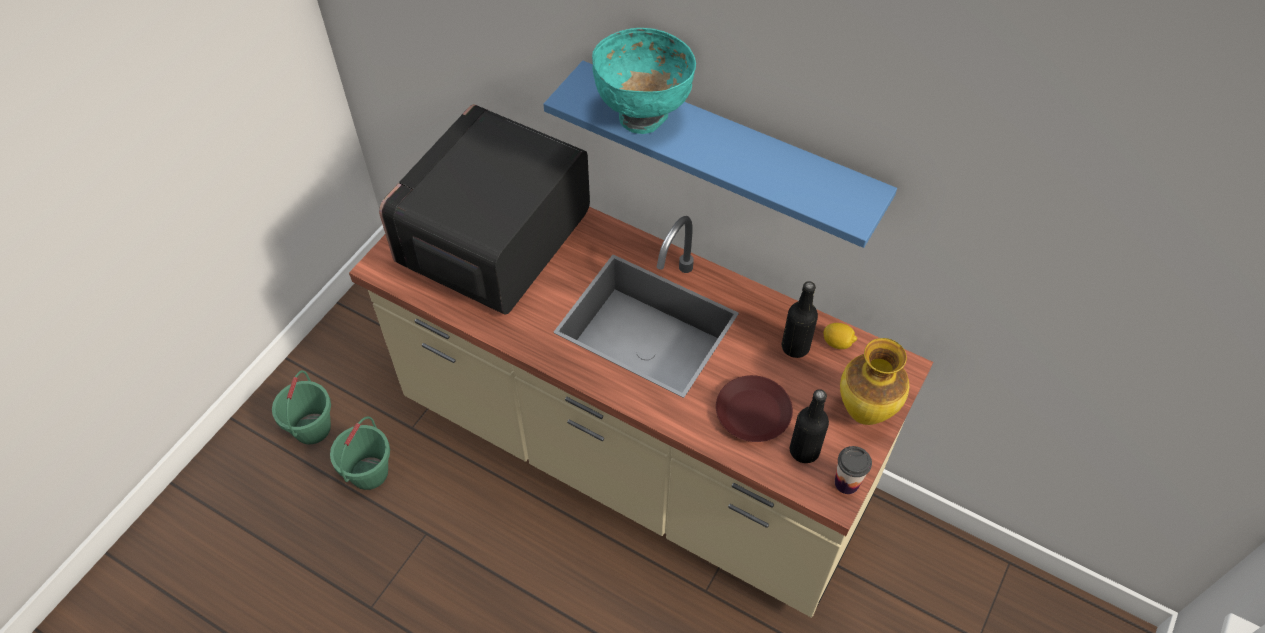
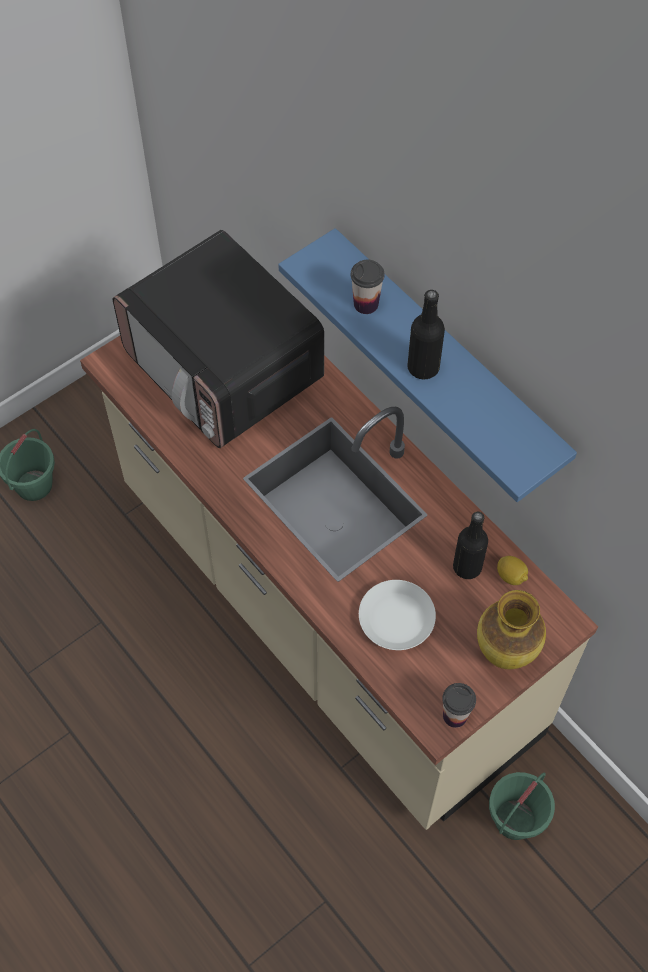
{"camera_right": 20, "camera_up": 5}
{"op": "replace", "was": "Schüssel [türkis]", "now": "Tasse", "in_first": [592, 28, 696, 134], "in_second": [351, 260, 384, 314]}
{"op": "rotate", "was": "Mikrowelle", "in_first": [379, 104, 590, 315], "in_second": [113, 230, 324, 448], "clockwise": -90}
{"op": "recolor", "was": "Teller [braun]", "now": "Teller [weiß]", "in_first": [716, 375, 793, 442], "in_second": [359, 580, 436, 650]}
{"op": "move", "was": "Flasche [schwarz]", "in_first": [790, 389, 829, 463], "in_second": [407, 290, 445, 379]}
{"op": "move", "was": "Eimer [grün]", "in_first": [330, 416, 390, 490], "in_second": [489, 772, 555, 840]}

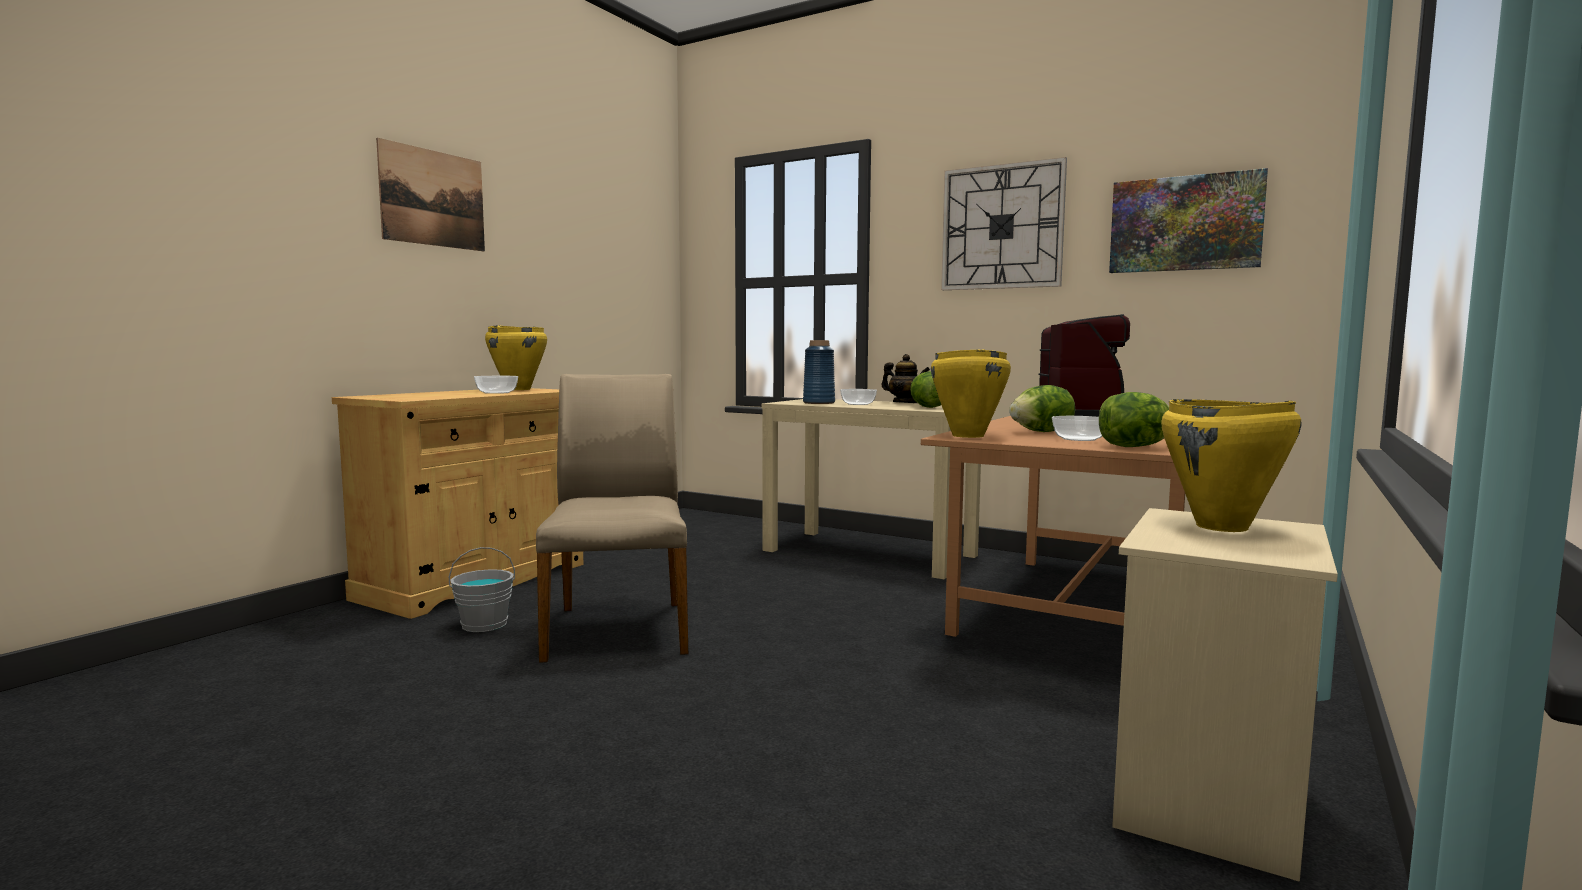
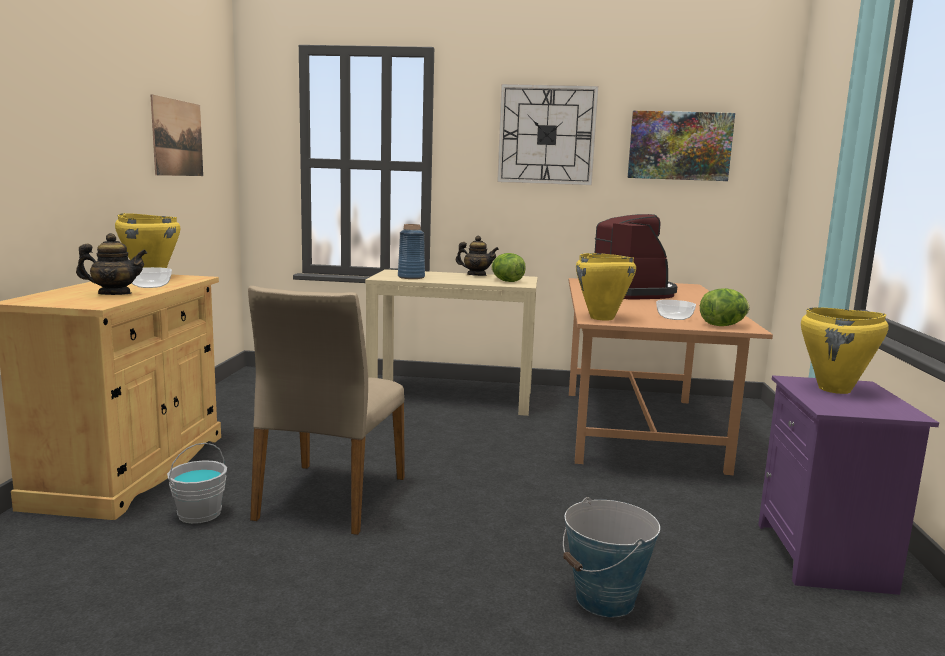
{"camera_right": -25, "camera_up": 5}
{"op": "move", "was": "Bild", "in_first": [376, 138, 485, 251], "in_second": [150, 94, 203, 176]}
{"op": "rotate", "was": "Stuhl [beige]", "in_first": [536, 374, 688, 663], "in_second": [248, 286, 405, 535], "clockwise": -135}
{"op": "delete", "was": "Salatkopf", "in_first": [1009, 385, 1075, 432]}
{"op": "delete", "was": "Schüssel", "in_first": [840, 389, 877, 405]}
{"op": "recolor", "was": "Nachttisch [beige]", "now": "Nachttisch [lila]", "in_first": [1112, 508, 1338, 882], "in_second": [758, 375, 939, 595]}
{"op": "insert", "now": "Teekanne", "in_second": [76, 233, 147, 295]}
{"op": "insert", "now": "Eimer", "in_second": [563, 497, 660, 617]}

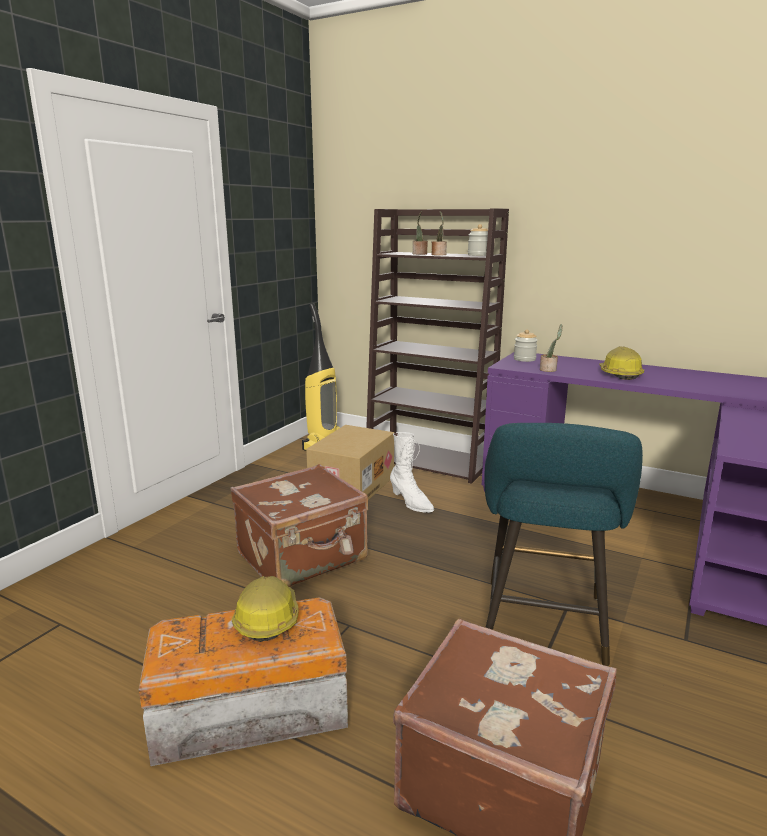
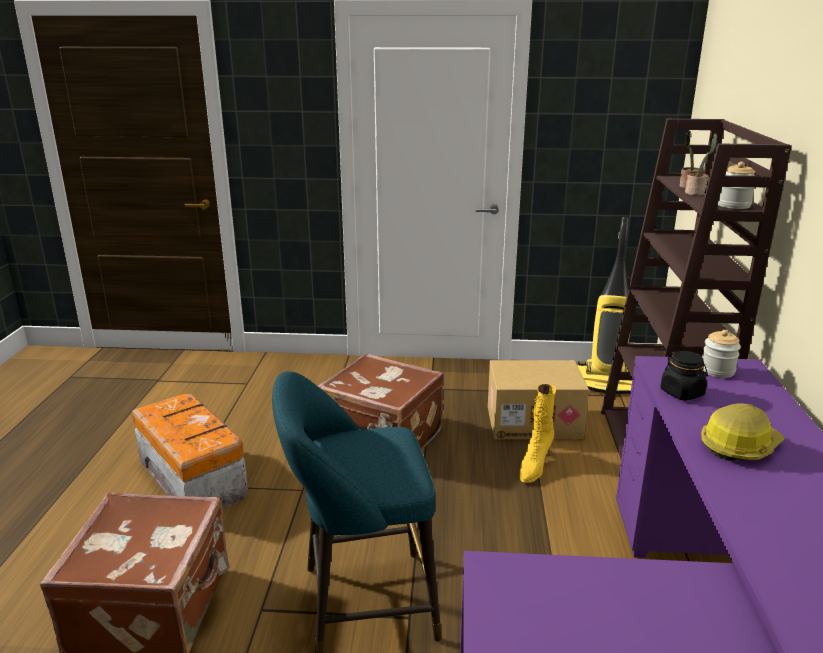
{"camera_right": 65, "camera_up": 5}
{"op": "replace", "was": "Topfpflanze", "now": "Vorratsglas [schwarz]", "in_first": [540, 324, 563, 372], "in_second": [660, 350, 708, 401]}
{"op": "recolor", "was": "Stiefel [weiß]", "now": "Stiefel [gelb]", "in_first": [390, 432, 434, 513], "in_second": [520, 384, 556, 483]}
{"op": "delete", "was": "Schutzhelm", "in_first": [232, 576, 298, 642]}

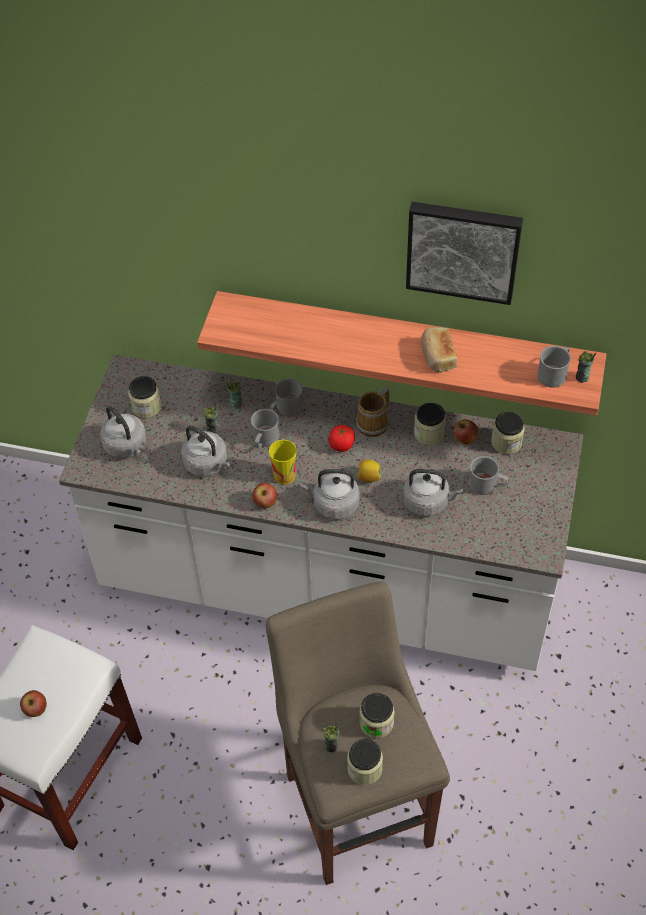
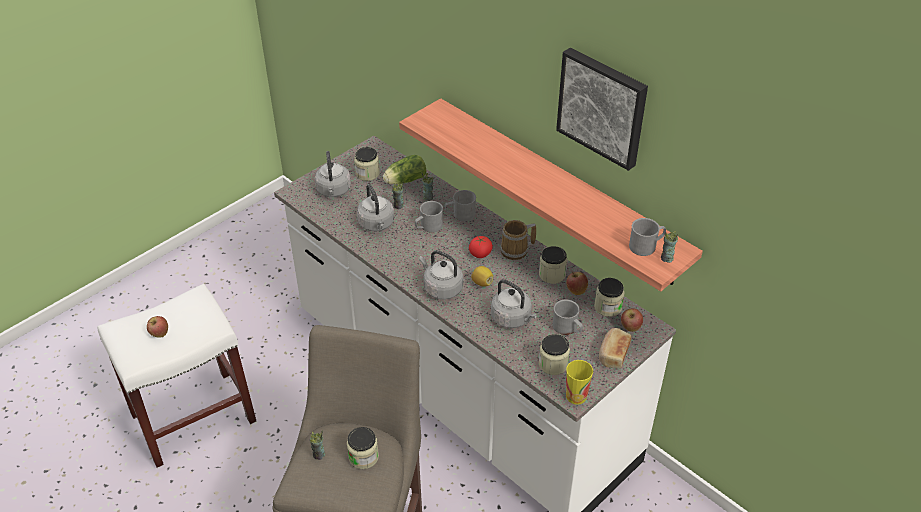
{"camera_right": 30, "camera_up": -10}
{"op": "move", "was": "Brot", "in_first": [421, 327, 457, 373], "in_second": [599, 328, 632, 368]}
{"op": "move", "was": "Tasse", "in_first": [269, 440, 297, 485], "in_second": [566, 360, 593, 405]}
{"op": "move", "was": "Apfel", "in_first": [252, 483, 277, 508], "in_second": [621, 308, 643, 332]}
{"op": "move", "was": "Vorratsglas", "in_first": [347, 739, 383, 785], "in_second": [539, 334, 570, 375]}
{"op": "insert", "now": "Salatkopf", "in_second": [383, 155, 426, 184]}

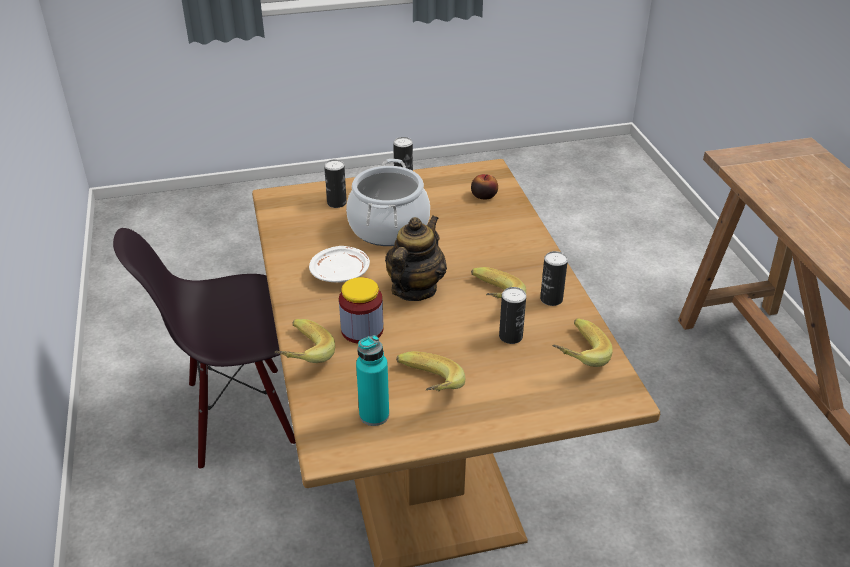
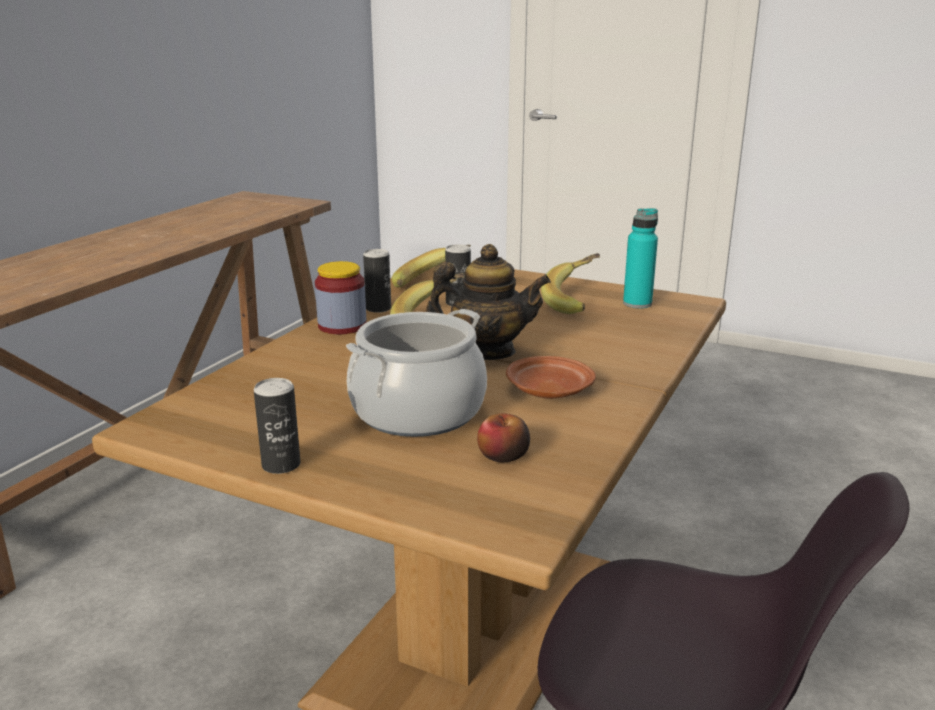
{"camera_right": -140, "camera_up": -15}
{"op": "delete", "was": "Dose", "in_first": [324, 159, 347, 208]}
{"op": "move", "was": "Apfel", "in_first": [471, 174, 498, 200], "in_second": [477, 413, 530, 462]}
{"op": "rotate", "was": "Teekanne", "in_first": [385, 215, 447, 301], "in_second": [426, 244, 551, 360], "clockwise": -150}
{"op": "recolor", "was": "Teller [weiß]", "now": "Teller [braun]", "in_first": [309, 246, 370, 283], "in_second": [506, 356, 596, 399]}
{"op": "move", "was": "Vorratsglas", "in_first": [339, 277, 384, 344], "in_second": [315, 261, 366, 334]}
{"op": "delete", "was": "Banane", "in_first": [274, 319, 335, 363]}

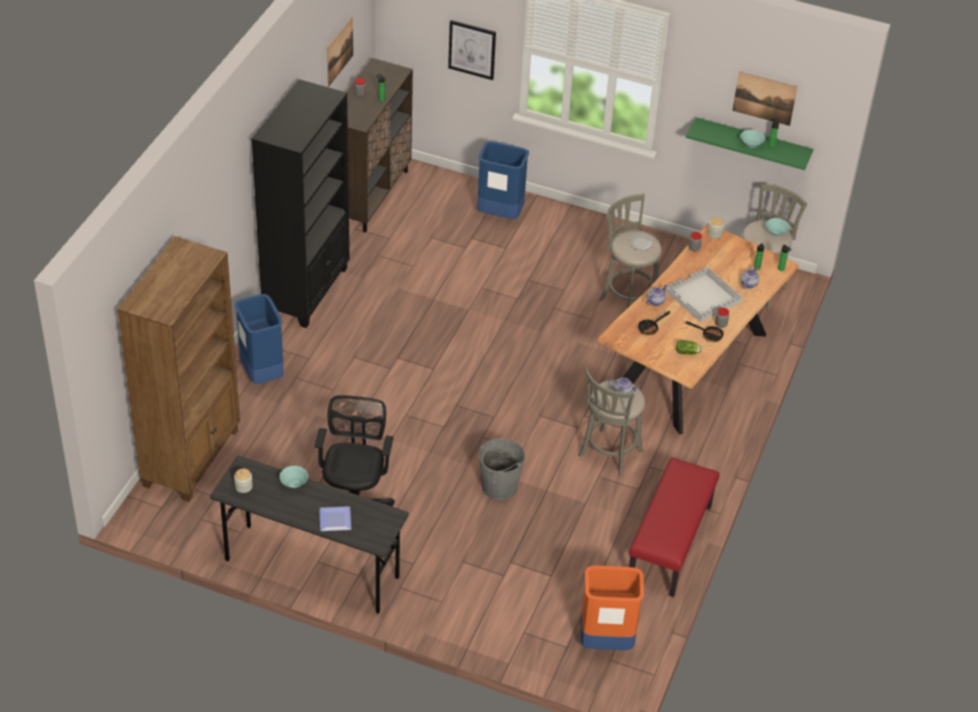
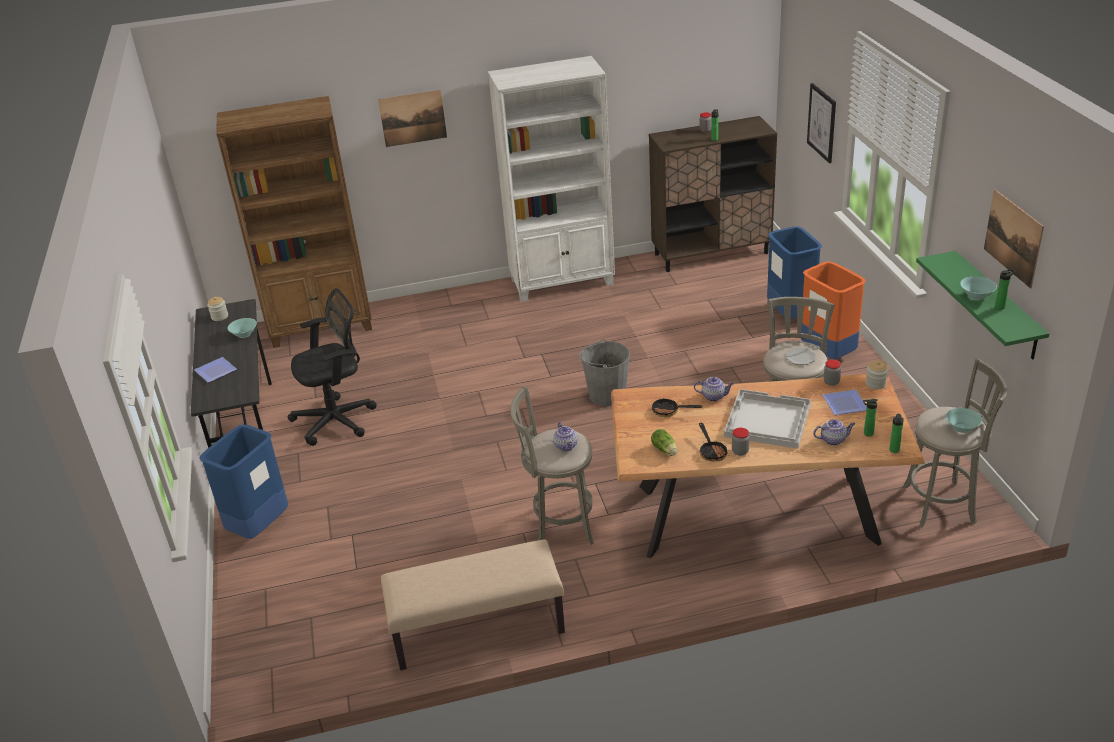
{"camera_right": 60, "camera_up": -10}
{"op": "move", "was": "Bild", "in_first": [327, 17, 353, 87], "in_second": [378, 90, 447, 147]}
{"op": "recolor", "was": "Bücherregal [schwarz]", "now": "Bücherregal [weiß]", "in_first": [251, 79, 350, 328], "in_second": [488, 56, 615, 302]}
{"op": "move", "was": "Mülleimer [blau]", "in_first": [235, 294, 284, 384], "in_second": [199, 425, 288, 539]}
{"op": "move", "was": "Eimer [grau]", "in_first": [479, 438, 525, 500], "in_second": [579, 339, 630, 406]}
{"op": "recolor", "was": "Bank [rot]", "now": "Bank [beige]", "in_first": [629, 457, 719, 597], "in_second": [381, 540, 565, 670]}
{"op": "move", "was": "Mülleimer [orange]", "in_first": [581, 566, 644, 650], "in_second": [801, 261, 866, 359]}
{"op": "insert", "now": "Teller", "in_second": [822, 389, 867, 415]}

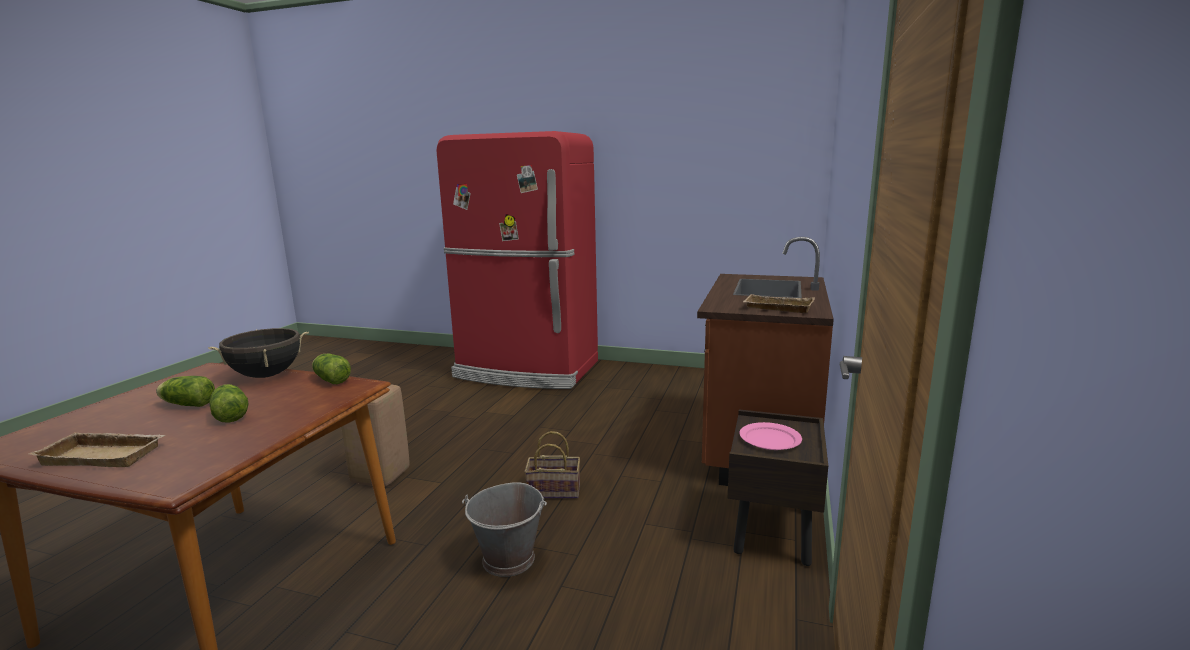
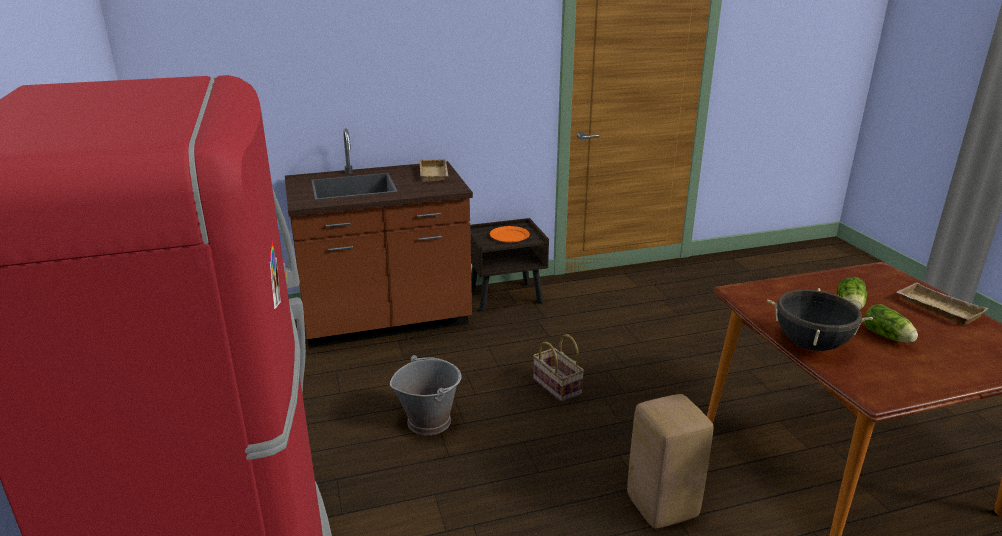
{"camera_right": -125, "camera_up": 10}
{"op": "delete", "was": "Salatkopf", "in_first": [312, 354, 351, 384]}
{"op": "recolor", "was": "Teller [rosa]", "now": "Teller [orange]", "in_first": [739, 422, 802, 450], "in_second": [490, 226, 530, 243]}
{"op": "move", "was": "Eimer [grau]", "in_first": [462, 482, 547, 577], "in_second": [390, 355, 461, 435]}

